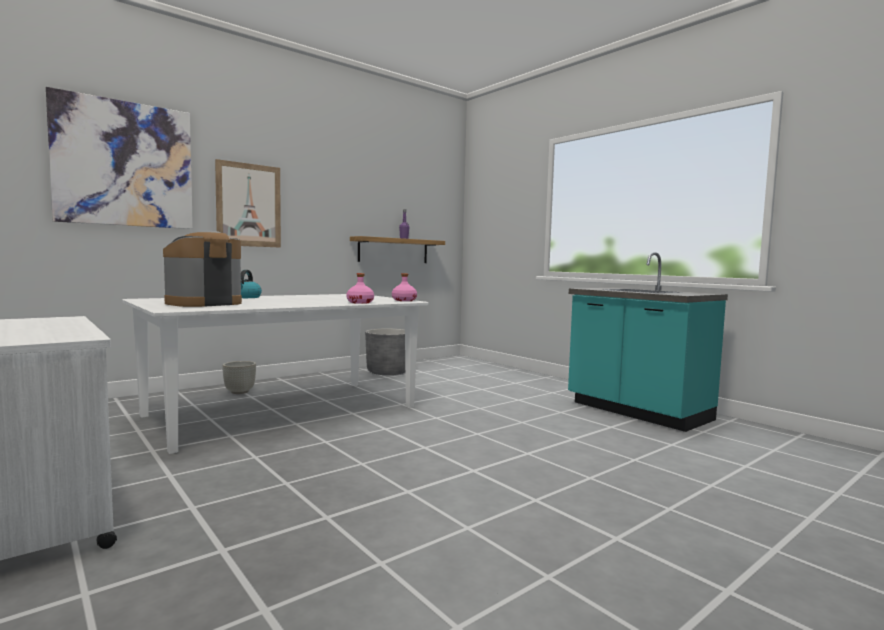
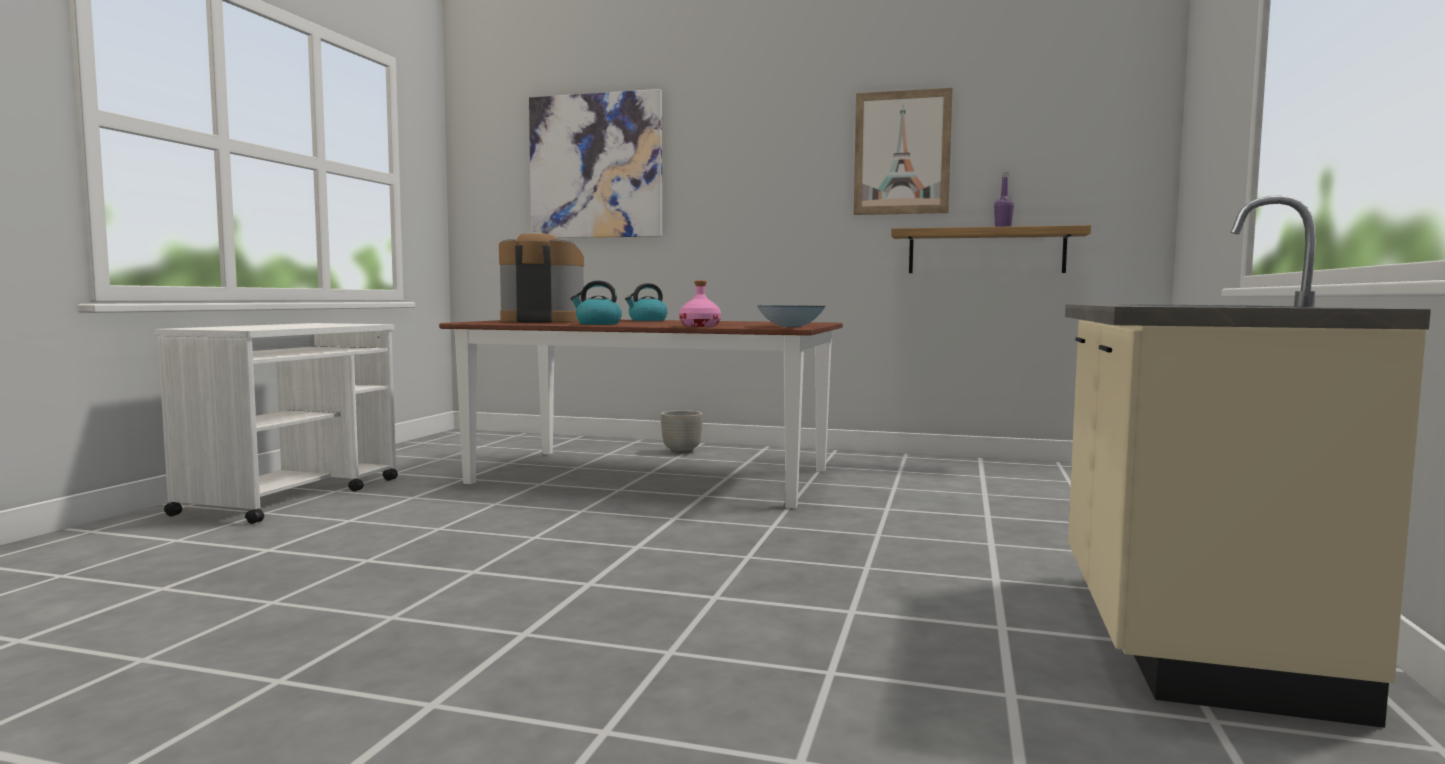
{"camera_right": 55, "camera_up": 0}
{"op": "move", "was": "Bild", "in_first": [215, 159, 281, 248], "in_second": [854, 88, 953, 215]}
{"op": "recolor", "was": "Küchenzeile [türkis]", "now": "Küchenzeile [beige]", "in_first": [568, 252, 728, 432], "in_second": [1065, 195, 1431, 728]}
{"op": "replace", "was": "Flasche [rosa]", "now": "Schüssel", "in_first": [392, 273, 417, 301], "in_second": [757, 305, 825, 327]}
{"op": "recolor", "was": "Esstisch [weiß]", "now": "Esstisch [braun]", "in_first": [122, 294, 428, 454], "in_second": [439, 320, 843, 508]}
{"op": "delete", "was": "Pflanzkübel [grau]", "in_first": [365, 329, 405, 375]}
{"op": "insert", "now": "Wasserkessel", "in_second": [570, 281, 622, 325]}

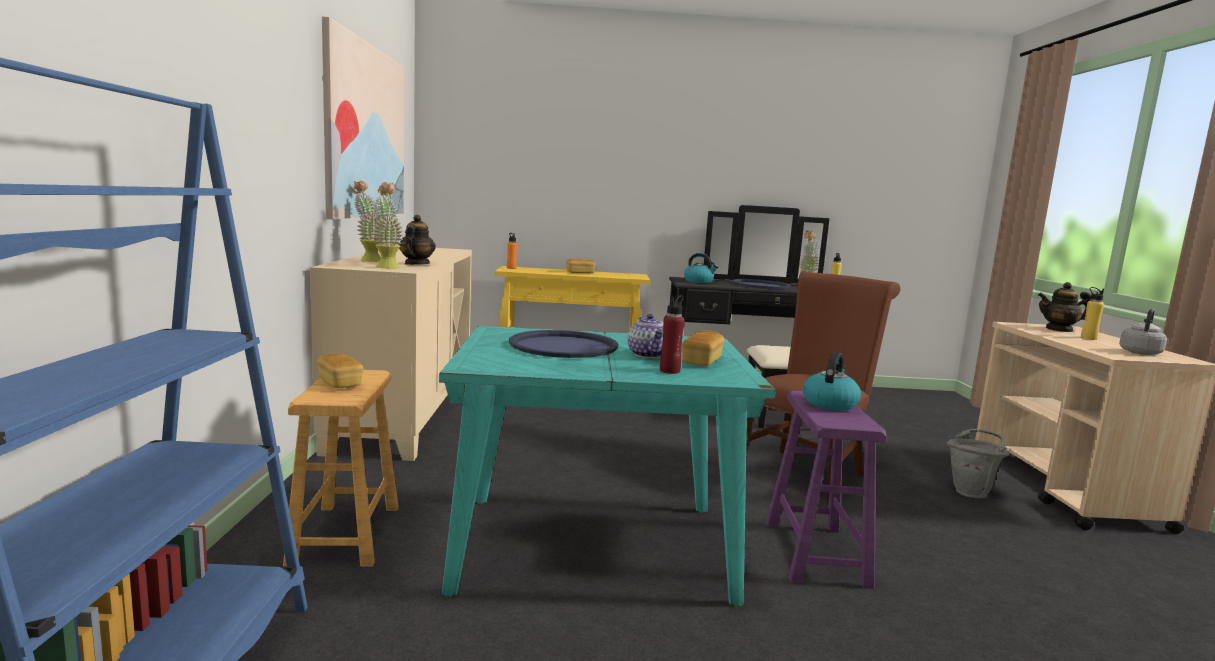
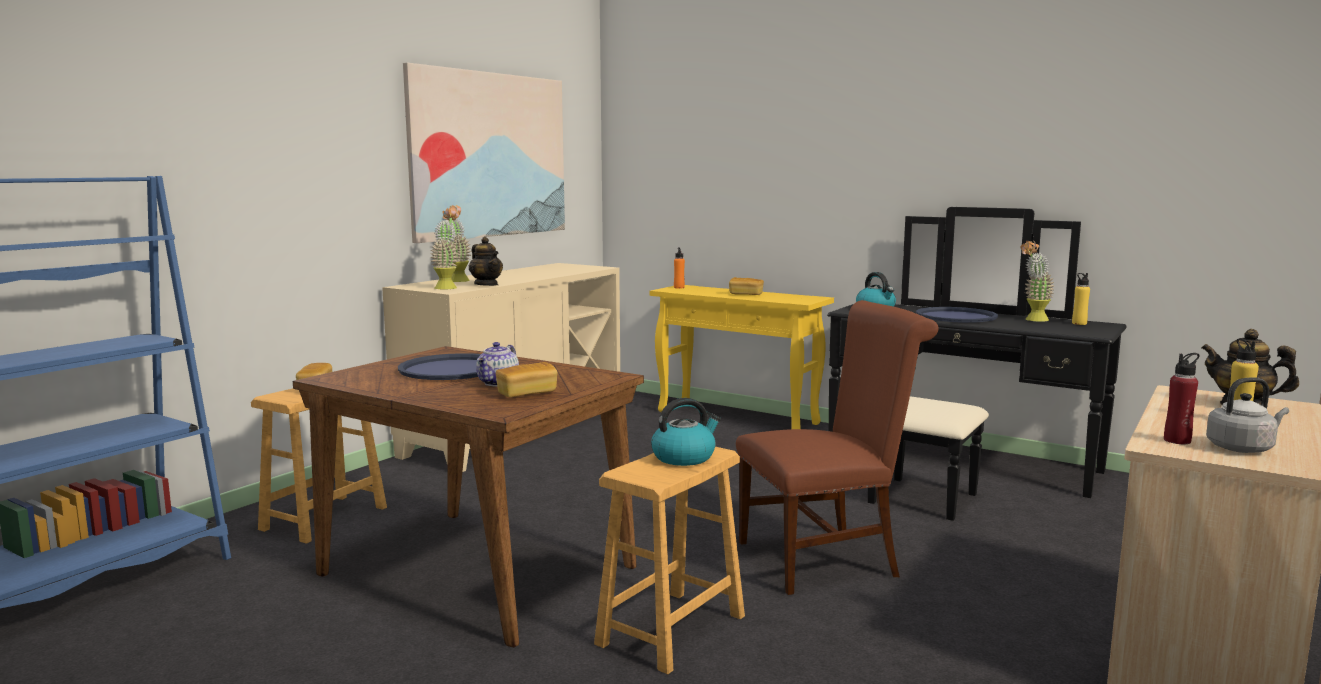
{"camera_right": 35, "camera_up": 0}
{"op": "rotate", "was": "Teekanne", "in_first": [399, 215, 436, 265], "in_second": [469, 237, 503, 286], "clockwise": 105}
{"op": "move", "was": "Flasche [rot]", "in_first": [660, 295, 684, 374], "in_second": [1164, 353, 1200, 444]}
{"op": "recolor", "was": "Esstisch [türkis]", "now": "Esstisch [braun]", "in_first": [439, 326, 776, 607], "in_second": [293, 346, 644, 647]}
{"op": "recolor", "was": "Hocker [lila]", "now": "Hocker [braun]", "in_first": [766, 390, 887, 589], "in_second": [594, 447, 745, 674]}
{"op": "delete", "was": "Eimer [grau]", "in_first": [947, 429, 1009, 498]}

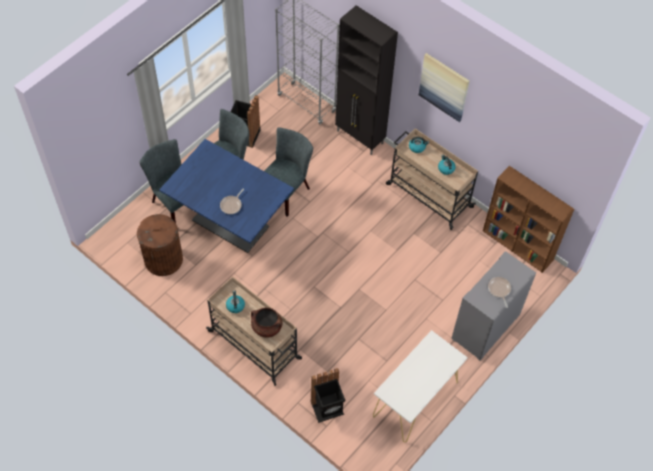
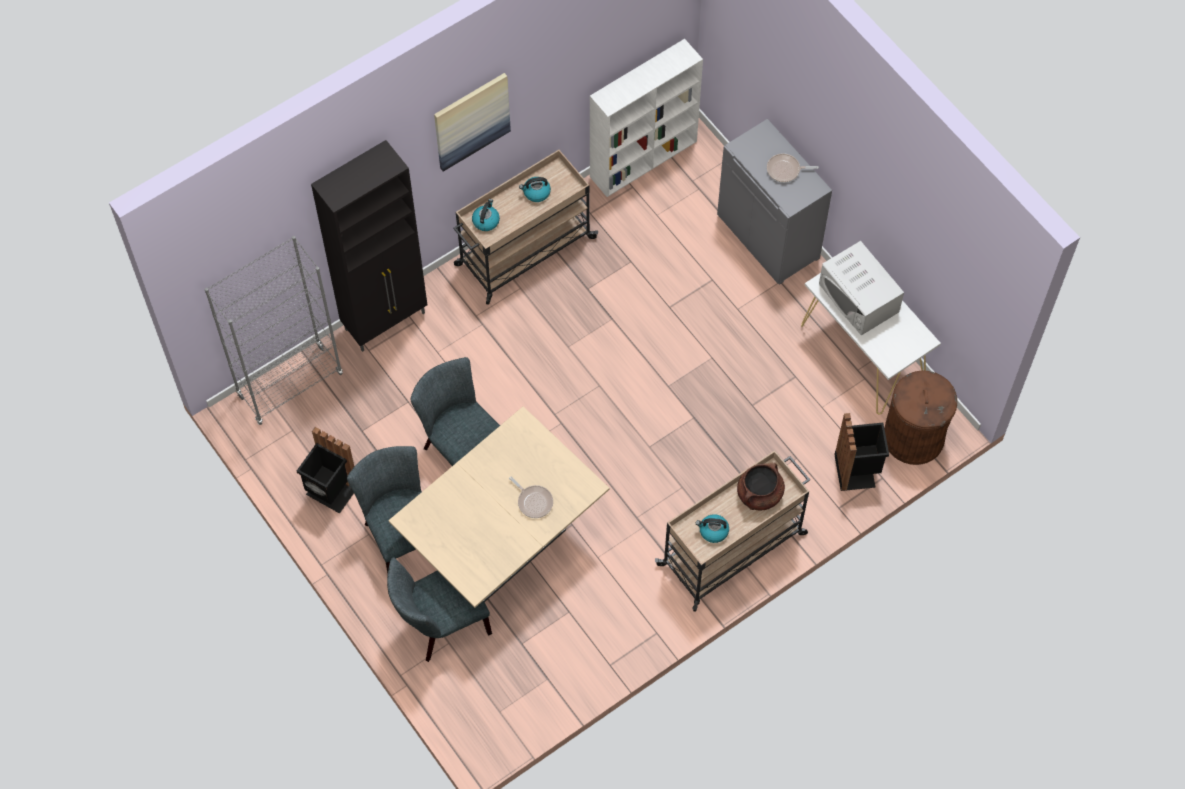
{"camera_right": -75, "camera_up": 5}
{"op": "recolor", "was": "Esstisch [blau]", "now": "Esstisch [beige]", "in_first": [159, 139, 294, 253], "in_second": [388, 406, 610, 608]}
{"op": "recolor", "was": "Bücherregal [braun]", "now": "Bücherregal [weiß]", "in_first": [483, 166, 574, 273], "in_second": [590, 39, 703, 197]}
{"op": "move", "was": "Mülleimer [braun]", "in_first": [137, 214, 183, 276], "in_second": [884, 371, 957, 465]}
{"op": "insert", "now": "Mikrowelle [weiß]", "in_second": [819, 241, 904, 335]}

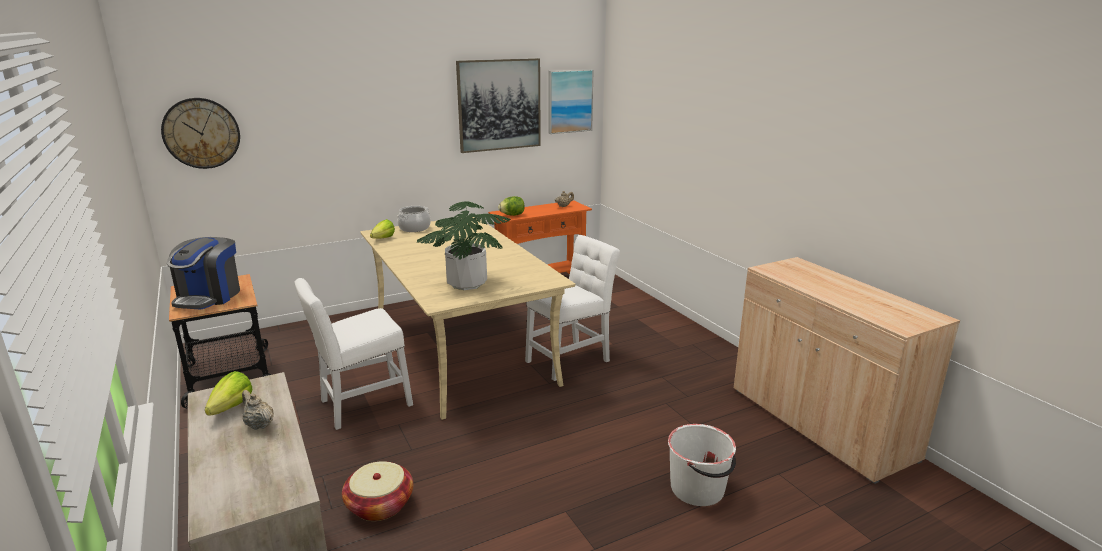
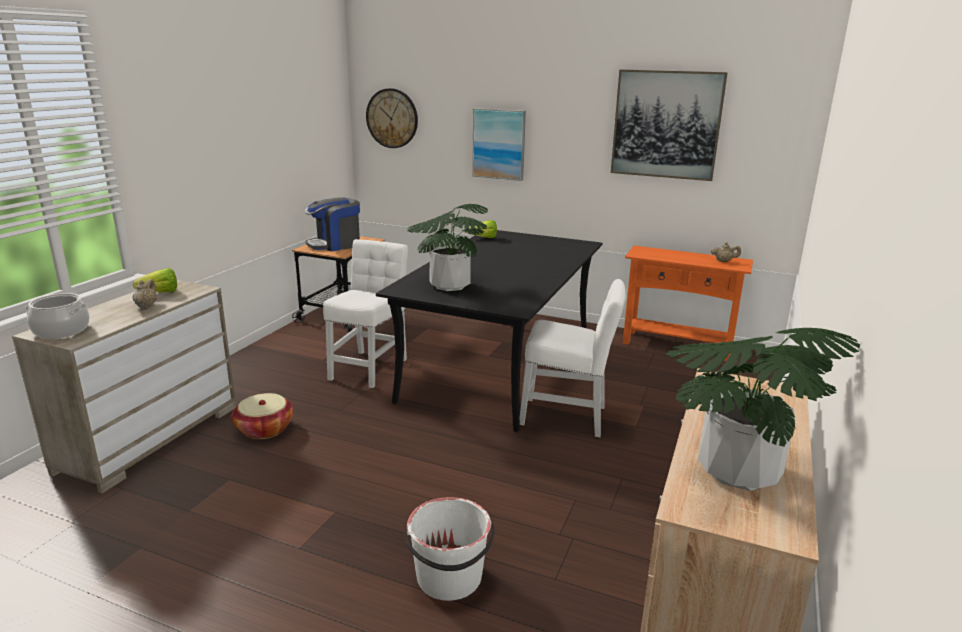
{"camera_right": 50, "camera_up": 0}
{"op": "move", "was": "Bild", "in_first": [548, 69, 594, 134], "in_second": [472, 108, 526, 181]}
{"op": "delete", "was": "Salatkopf", "in_first": [498, 196, 525, 216]}
{"op": "move", "was": "Kochtopf", "in_first": [397, 206, 431, 232], "in_second": [25, 293, 89, 339]}
{"op": "recolor", "was": "Esstisch [beige]", "now": "Esstisch [schwarz]", "in_first": [360, 217, 575, 420], "in_second": [376, 230, 602, 432]}
{"op": "rotate", "was": "Stuhl [weiß]", "in_first": [295, 278, 413, 430], "in_second": [323, 239, 408, 388], "clockwise": 90}
{"op": "insert", "now": "Topfpflanze", "in_second": [666, 328, 860, 491]}

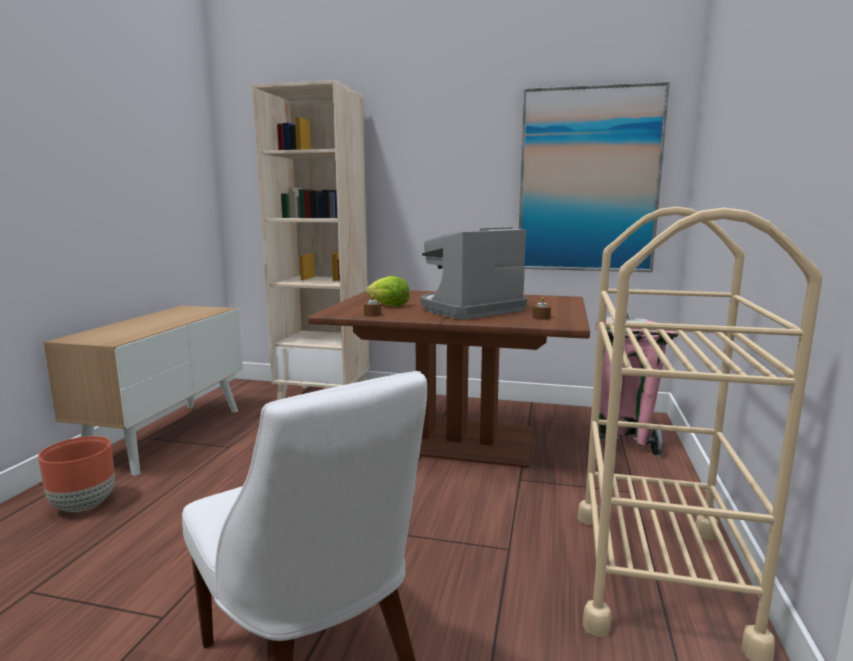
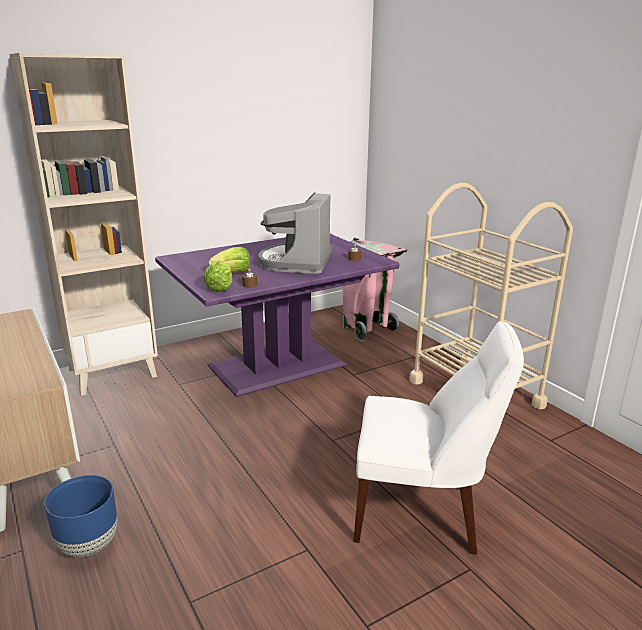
{"camera_right": -45, "camera_up": 10}
{"op": "delete", "was": "Bild", "in_first": [519, 82, 670, 272]}
{"op": "recolor", "was": "Esstisch [braun]", "now": "Esstisch [lila]", "in_first": [308, 290, 590, 468], "in_second": [155, 234, 399, 397]}
{"op": "recolor", "was": "Pflanzkübel [braun]", "now": "Pflanzkübel [blau]", "in_first": [38, 436, 115, 512], "in_second": [44, 475, 117, 557]}
{"op": "insert", "now": "Salatkopf", "in_second": [203, 261, 232, 292]}

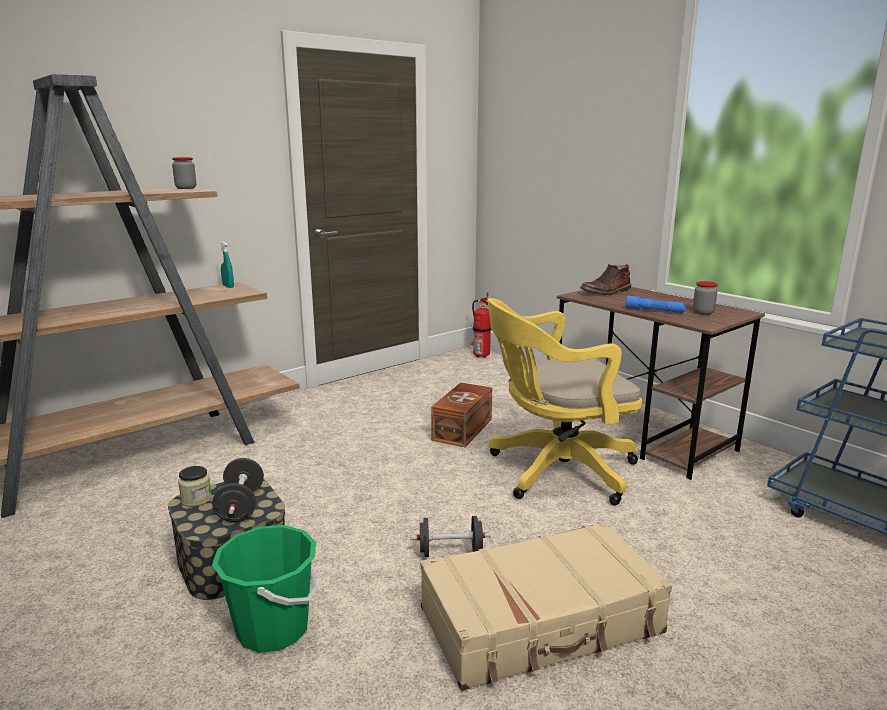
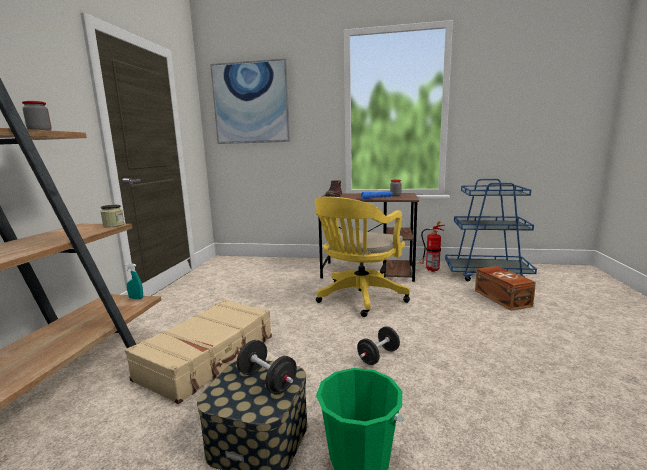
{"camera_right": -40, "camera_up": -5}
{"op": "move", "was": "Sprühflasche [türkis]", "in_first": [220, 241, 234, 288], "in_second": [125, 263, 143, 299]}
{"op": "move", "was": "Feuerlöscher", "in_first": [470, 293, 491, 358], "in_second": [419, 221, 445, 272]}
{"op": "move", "was": "Aufbewahrungsbox [braun]", "in_first": [431, 382, 492, 447], "in_second": [475, 266, 536, 311]}
{"op": "move", "was": "Vorratsglas", "in_first": [178, 466, 212, 507], "in_second": [101, 205, 125, 228]}
{"op": "move", "was": "Koffer [beige]", "in_first": [420, 521, 672, 691], "in_second": [125, 299, 272, 404]}
{"op": "insert", "now": "Bild", "in_second": [210, 58, 290, 144]}

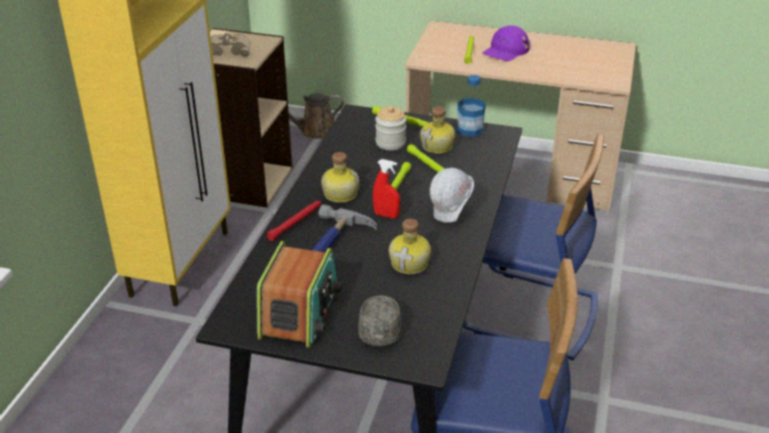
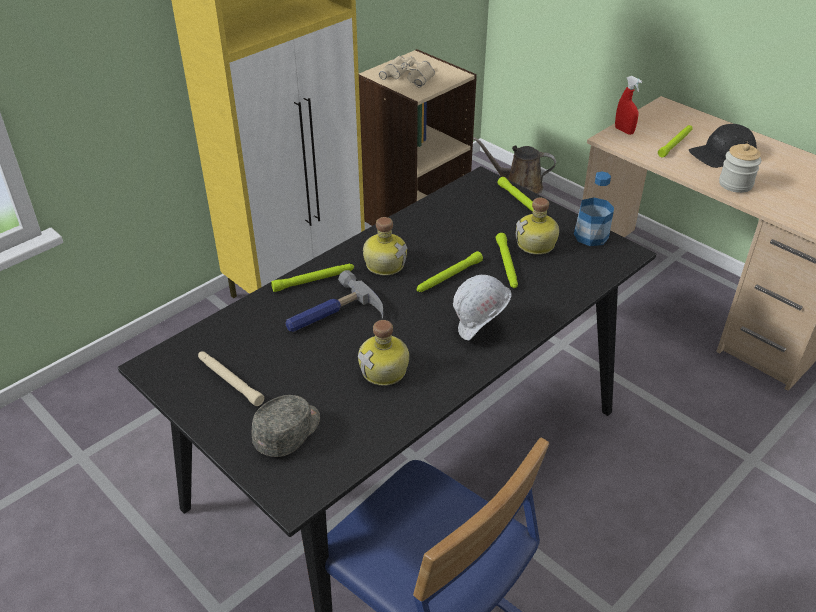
{"camera_right": 30, "camera_up": 5}
{"op": "recolor", "was": "Kappe [lila]", "now": "Kappe [schwarz]", "in_first": [483, 26, 530, 61], "in_second": [689, 124, 757, 168]}
{"op": "move", "was": "Vorratsglas", "in_first": [375, 106, 406, 150], "in_second": [719, 144, 761, 193]}
{"op": "delete", "was": "Stuhl [blau]", "in_first": [463, 135, 604, 361]}
{"op": "move", "was": "Sprühflasche [rot]", "in_first": [373, 159, 400, 218], "in_second": [615, 76, 642, 135]}
{"op": "recolor", "was": "Taschenlampe [rot]", "now": "Taschenlampe [grün]", "in_first": [267, 201, 321, 241], "in_second": [271, 264, 354, 292]}
{"op": "replace", "was": "Radio", "now": "Taschenlampe [beige]", "in_first": [257, 241, 342, 348], "in_second": [198, 352, 264, 406]}

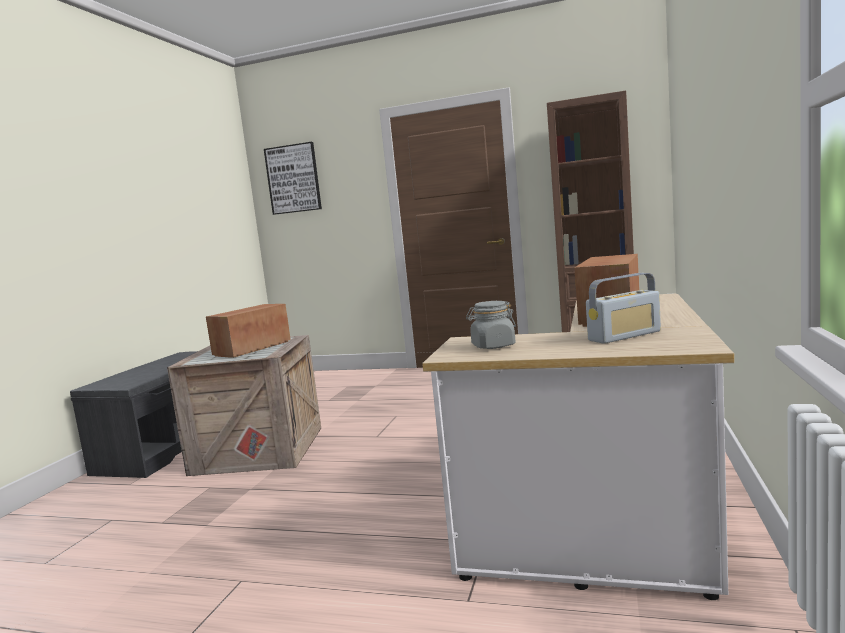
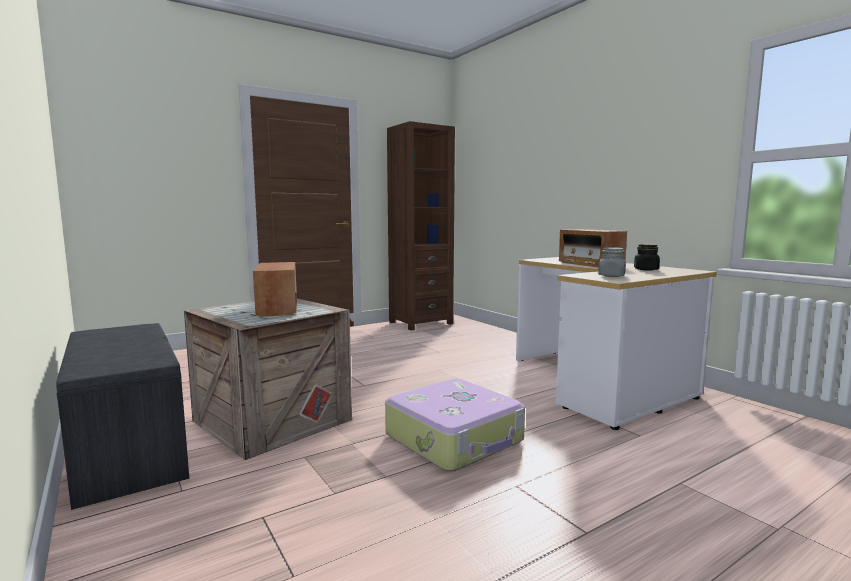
{"camera_right": -50, "camera_up": 0}
{"op": "delete", "was": "Bild", "in_first": [264, 142, 322, 215]}
{"op": "replace", "was": "Radio", "now": "Vorratsglas [schwarz]", "in_first": [586, 273, 661, 344], "in_second": [634, 244, 660, 271]}
{"op": "insert", "now": "Koffer", "in_second": [385, 379, 525, 471]}

